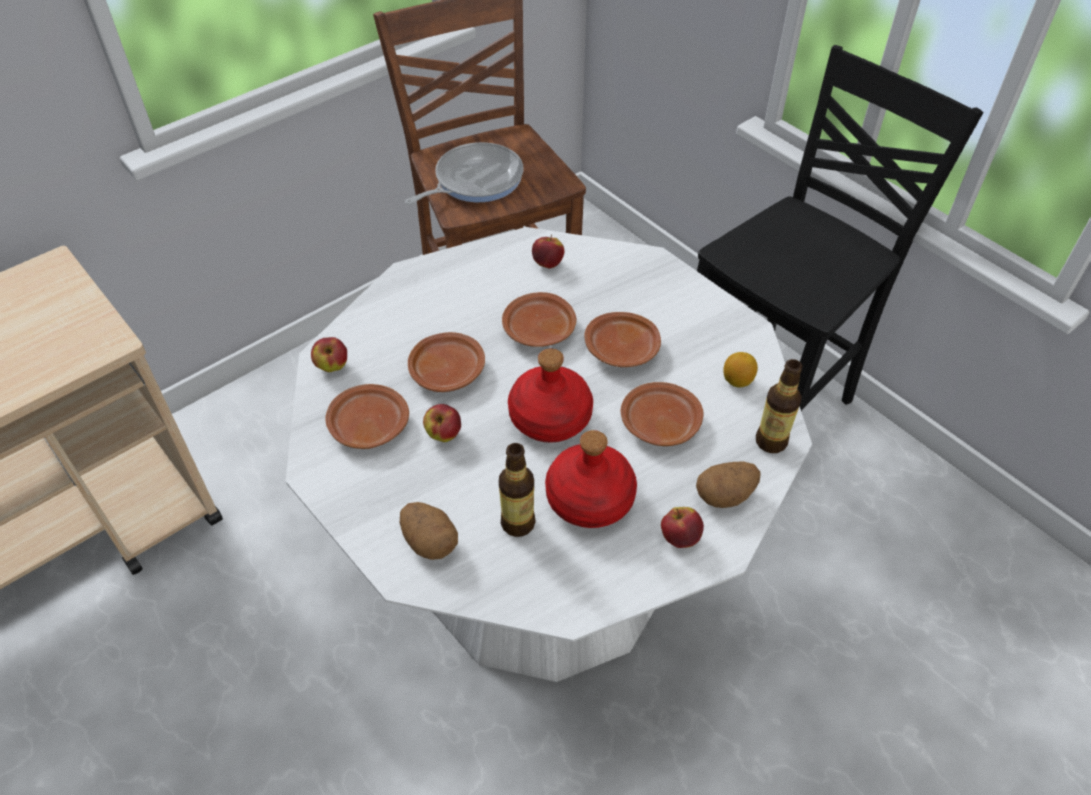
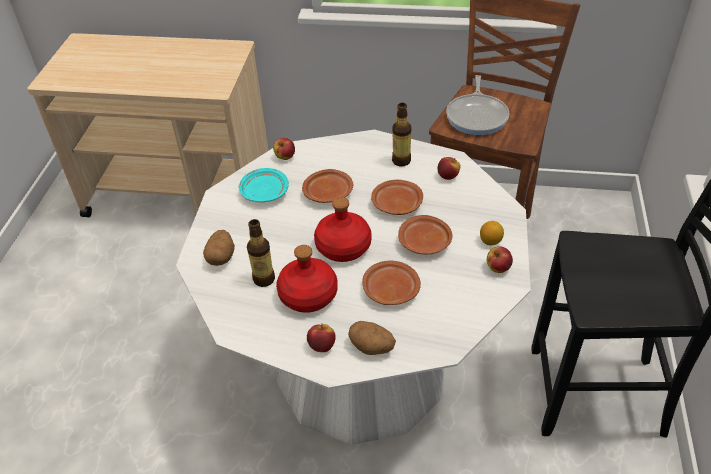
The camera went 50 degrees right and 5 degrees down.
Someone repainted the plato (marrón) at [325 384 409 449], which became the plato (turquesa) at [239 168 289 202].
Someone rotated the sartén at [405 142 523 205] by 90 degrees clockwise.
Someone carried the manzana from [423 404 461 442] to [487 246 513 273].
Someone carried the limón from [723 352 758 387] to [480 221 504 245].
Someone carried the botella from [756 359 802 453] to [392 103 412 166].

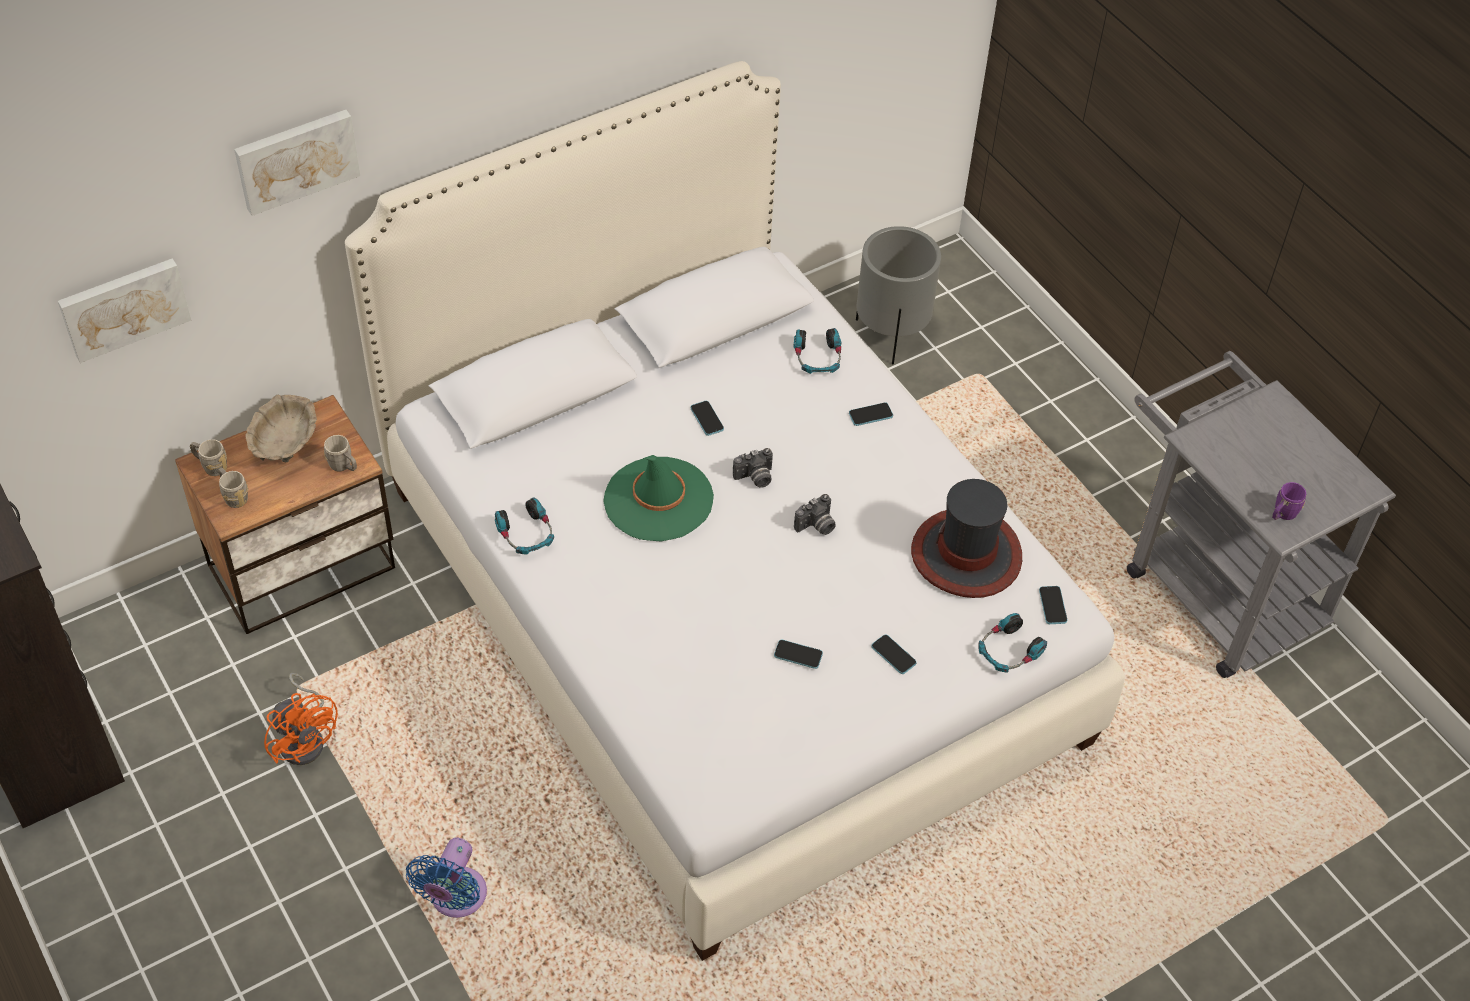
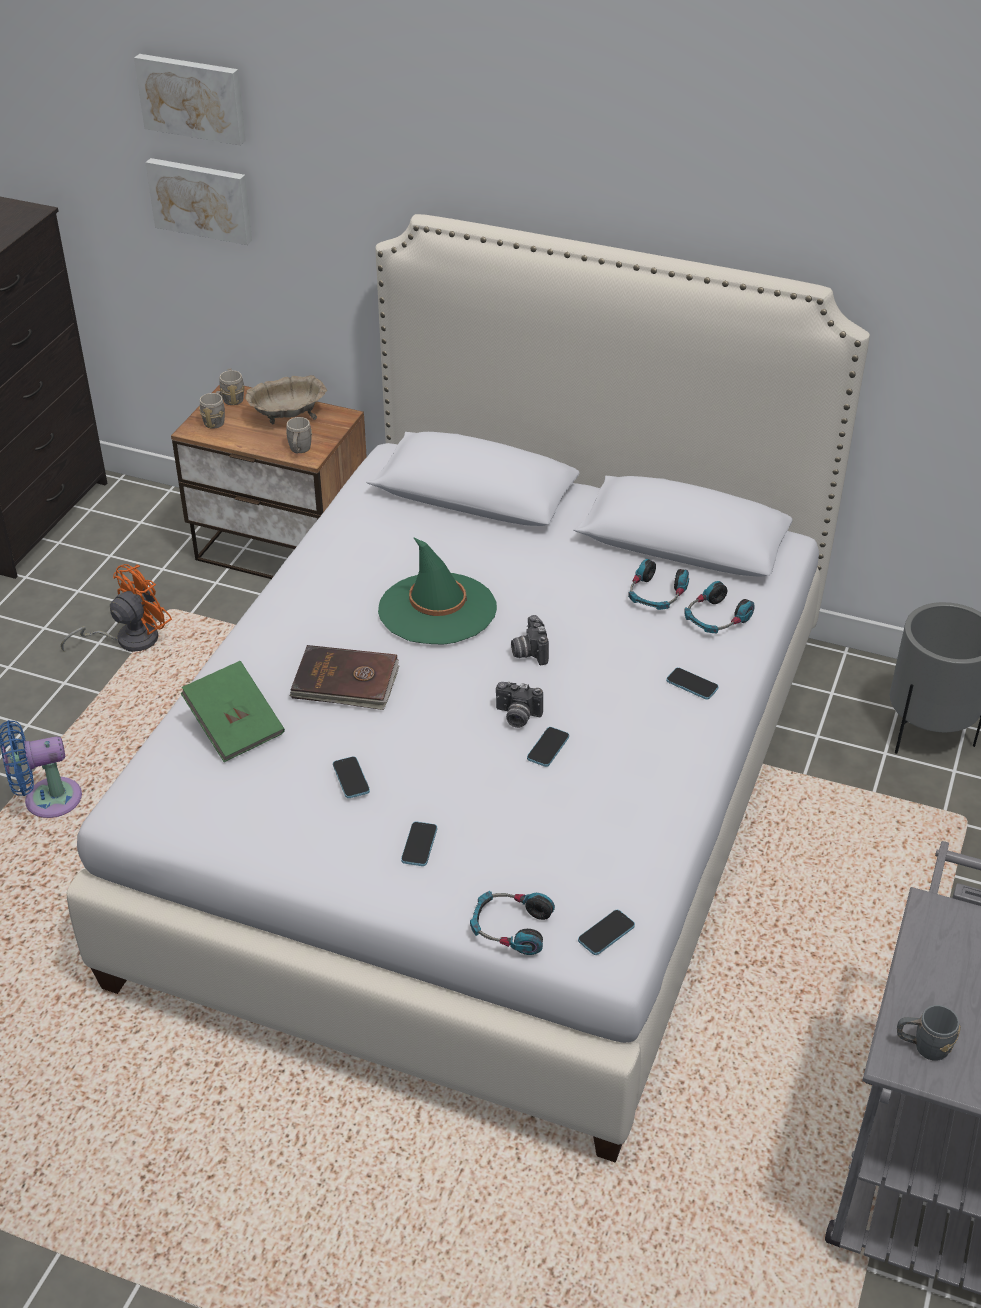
The camera went 55 degrees right and 10 degrees down.
Someone carried the cuadro from [234 110 360 216] to [134 54 246 146].
Someone rotated the ventilador (naranja) at [264 673 338 765] by 150 degrees counterclockwise.
Someone carried the auriculares from [495 497 554 555] to [628 559 689 610].
Someone carried the móvil from [691 401 724 436] to [527 727 569 767].
Someone rotated the cámara at [733 448 773 488] by 45 degrees clockwise.
Someone took away the sombrero at [911 479 1022 598].
Someone repainted the taza grande (morado) at [1272 482 1306 520], which became the taza grande (gris) at [897 1005 961 1061].
Someone put down the libro (verde) at [181 661 285 762].
Someone put down the libro (marrón) at [289 645 400 710].

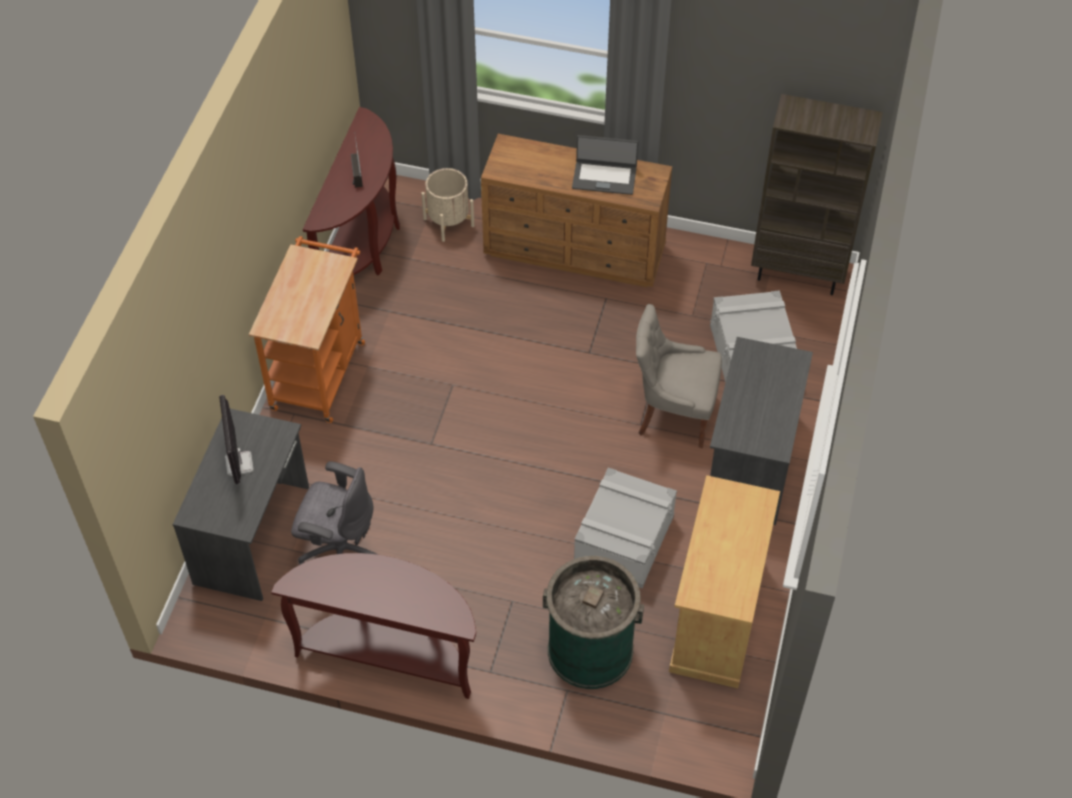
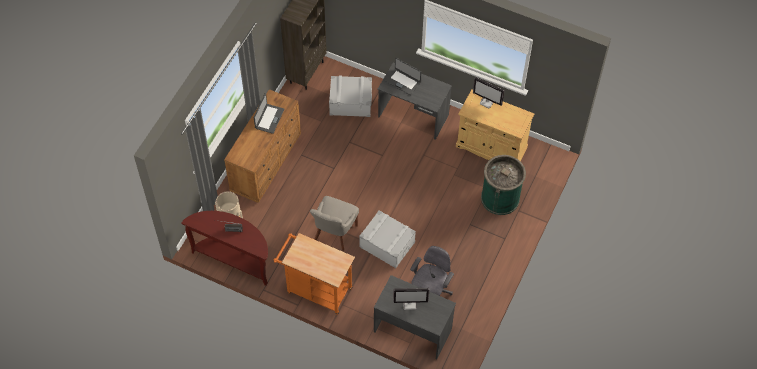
The camera went 80 degrees left and 5 degrees up.
Someone took away the mesa consola (marrón) at [271 553 476 699].
Someone carried the caja de almacenaje (gris) from [574 468 677 588] to [359 210 416 268].
Someone carried the silla (gris) from [636 304 722 448] to [310 196 359 251].
Someone put down the portátil at [385 58 421 95].
Someone put down the monitor at [473 77 505 108].

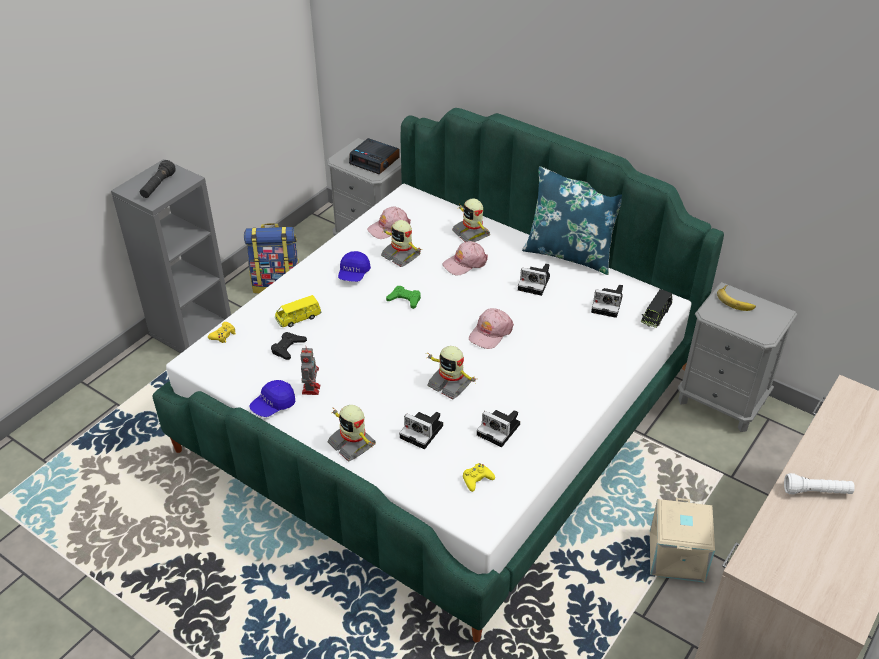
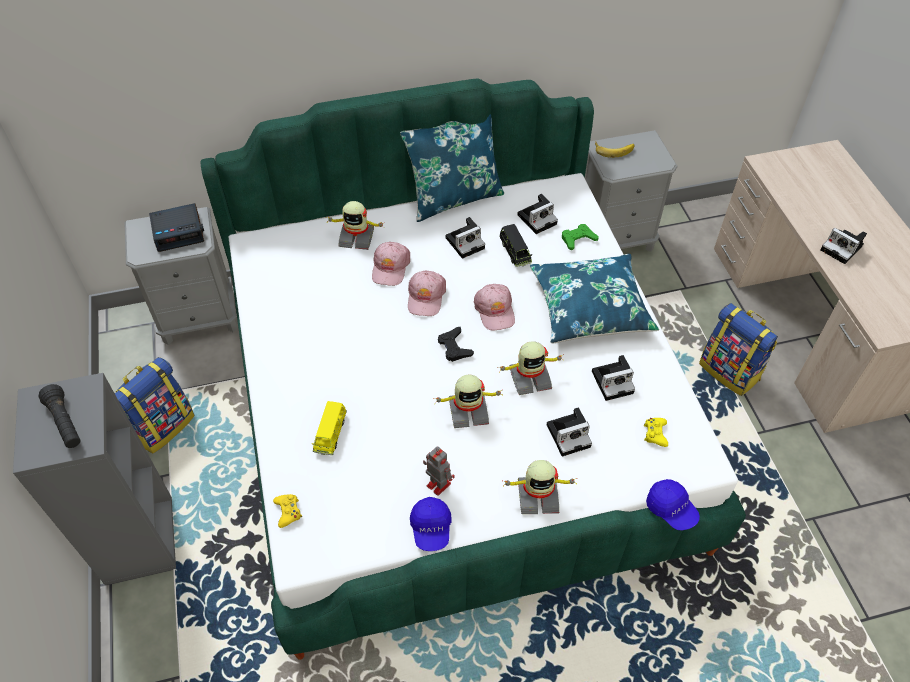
The camera went 50 degrees left and 10 degrees up.
Someone carried the mando de consola (negro) from [271 332 307 360] to [438 327 474 362].
Someone carried the gorra (azul) from [338 251 371 282] to [646 479 700 530].
Someone carried the gorra (rosa) from [367 206 411 239] to [408 271 446 316].
Someone carried the robot de juguete from [381 220 423 267] to [433 374 503 428].
Someone carried the mando de consola (verde) from [386 286 421 309] to [562 224 599 250].
Someone carried the coche de juguete (negro) from [641 289 673 328] to [499 224 532 267].
Someone swapped the caja de almacenaje (beis) at [650 498 715 583] for the mochila at [699 303 778 396].
Someone swapped the linterna (blanco) at [784 473 855 494] for the cámara at [820 228 867 264].
Someone put down the cojín (azul) at [530 254 659 343].

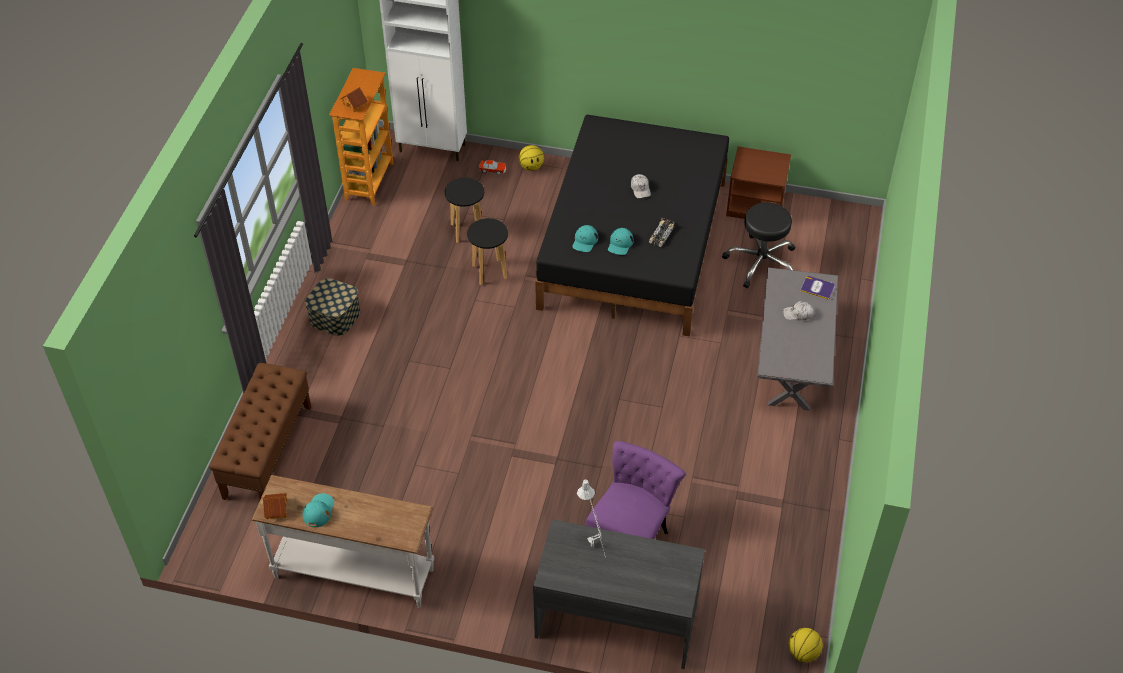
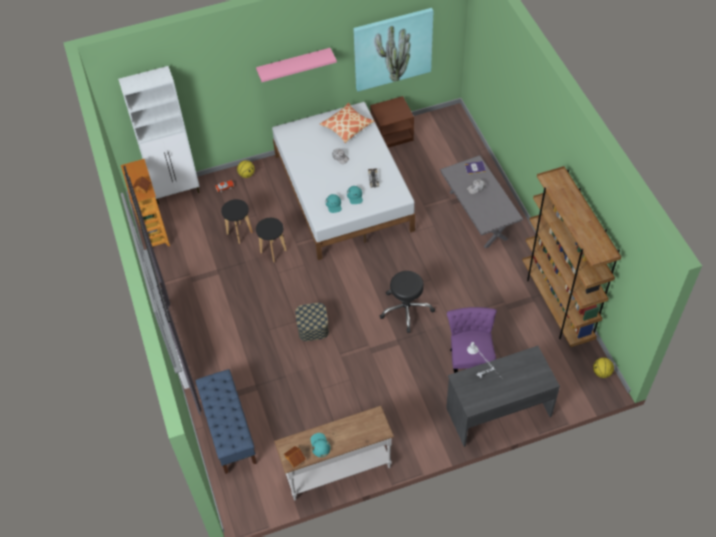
The camera went 30 degrees left and 5 degrees up.
Someone repainted the banco (marrón) at [209 363 312 500], which became the banco (azul) at [195 369 257 474].
Someone carried the caja de almacenaje from [305 278 360 336] to [295 303 329 341].
Someone repainted the cama (negro) at [535 115 729 337], which became the cama (blanco) at [272 102 415 260].
Someone carried the taburete (negro) from [722 202 795 288] to [380 271 435 333].
Someone put up the estante (rosa) at [256 48 337 82].
Someone put down the cojín at [320 103 375 143].
Someone put up the cuadro at [353 8 433 92].
Someone put down the estantería (marrón) at [522 166 621 347].

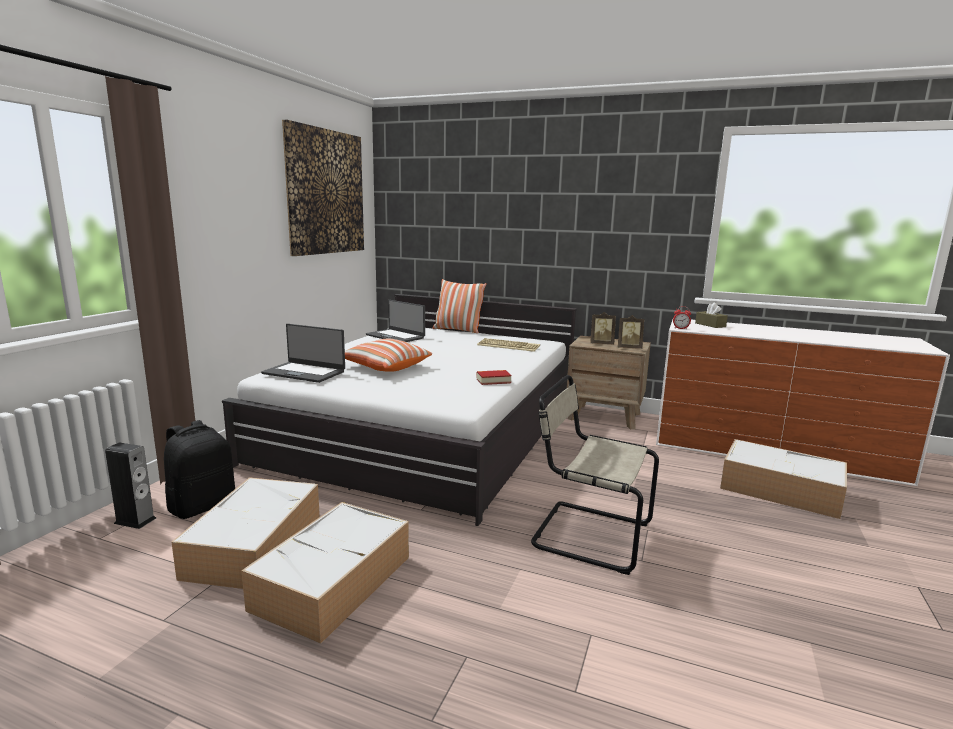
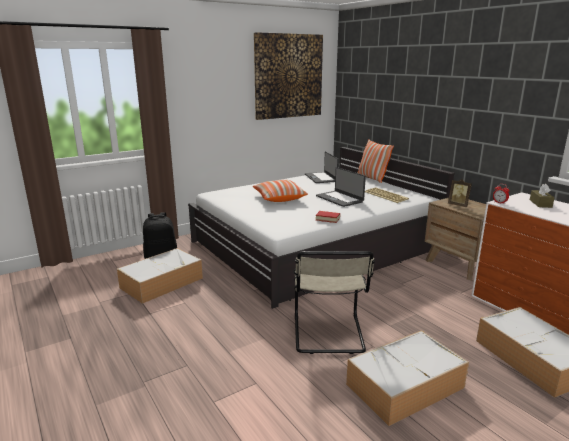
The camera went 35 degrees right and 5 degrees up.
Someone took away the altavoz at [105 443 156 529].
Someone carried the caja de almacenaje from [241 502 409 644] to [346 330 469 426].
Someone carried the portátil from [261 324 345 383] to [316 167 366 207].
Someone rotated the silla (beis) at [531 375 659 575] by 150 degrees counterclockwise.
Someone took away the portarretratos at [618 315 644 349].

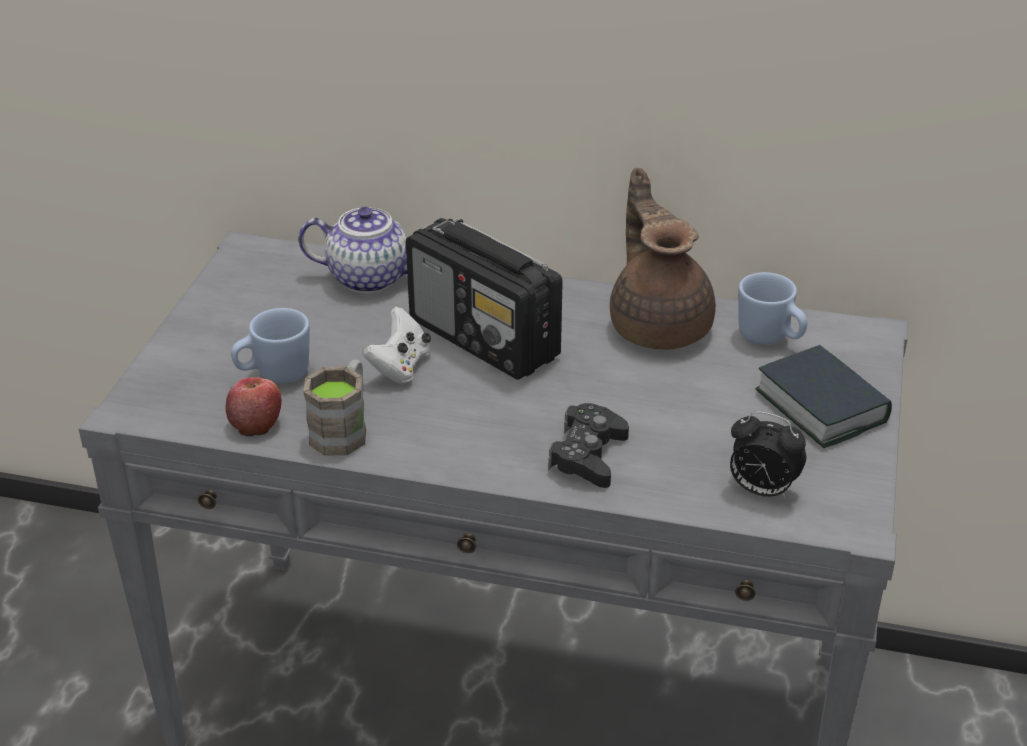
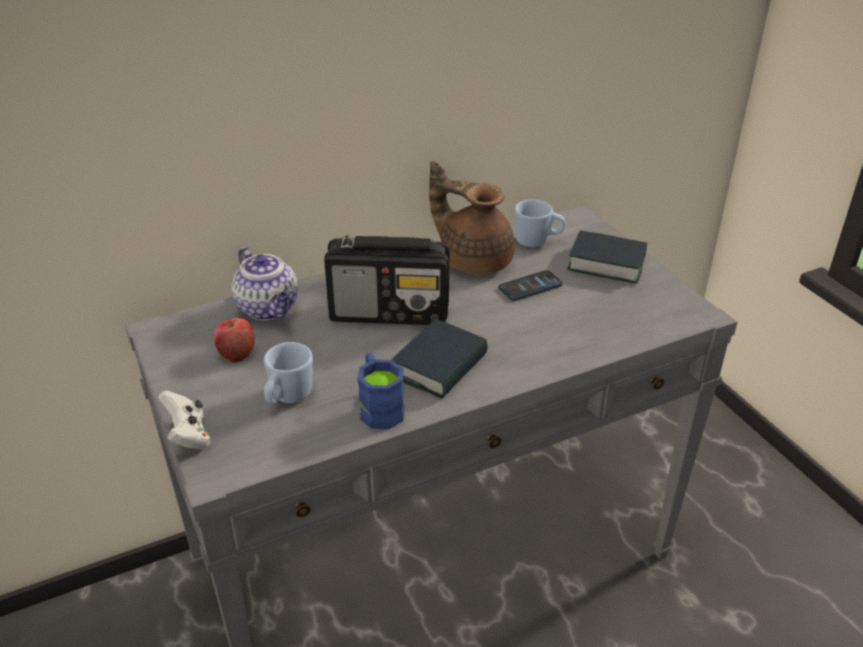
The camera went 40 degrees left and 0 degrees up.
Someone carried the manzana from [226 378 282 437] to [214 318 255 362].
Someone rotated the tetera at [298 207 426 293] by 90 degrees clockwise.
Someone repainted the taza grande (marrón) at [303 359 366 456], which became the taza grande (azul) at [357 353 405 429].
Someone carried the mando de consola (blanco) from [362 307 431 384] to [159 391 210 449].
Someone took away the mando de consola (negro) at [548 403 629 488].
Someone took away the despertador at [730 411 806 500].
Someone put down the libro at [392 319 488 399].
Someone put down the móvil at [499 270 562 301].

